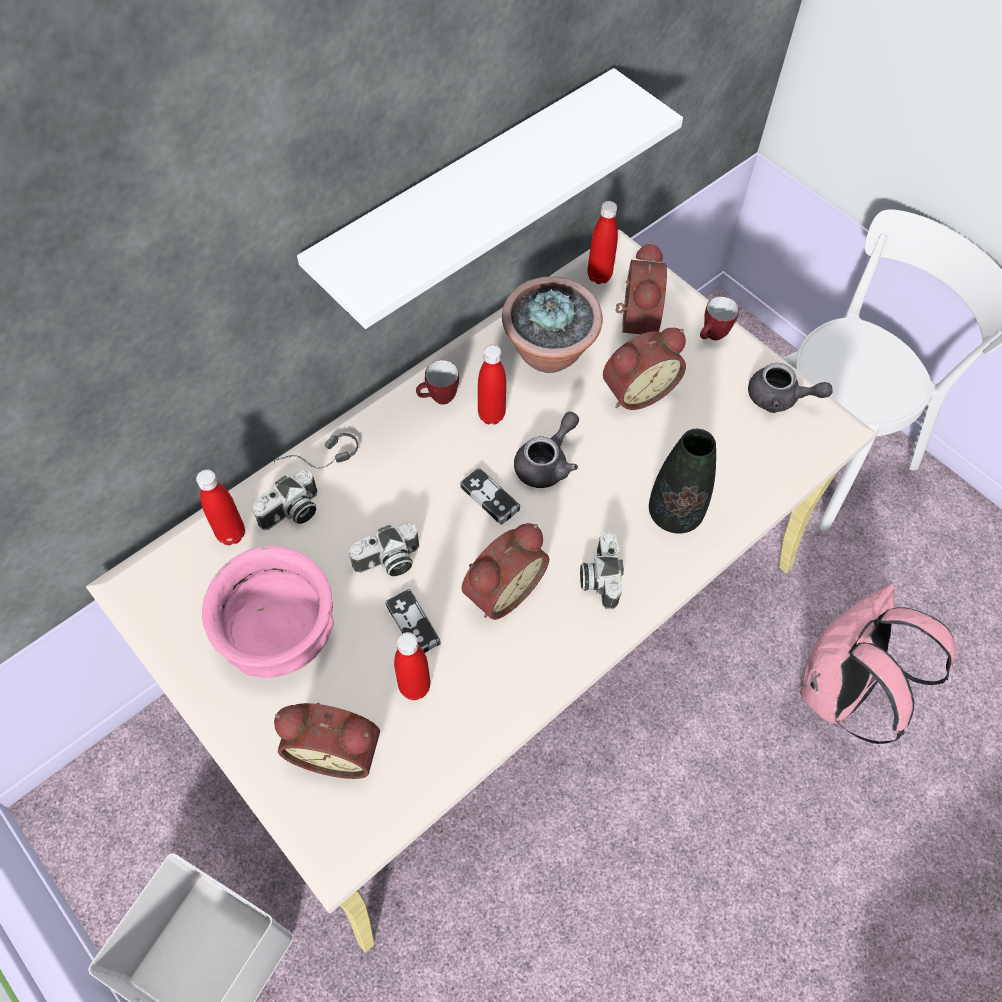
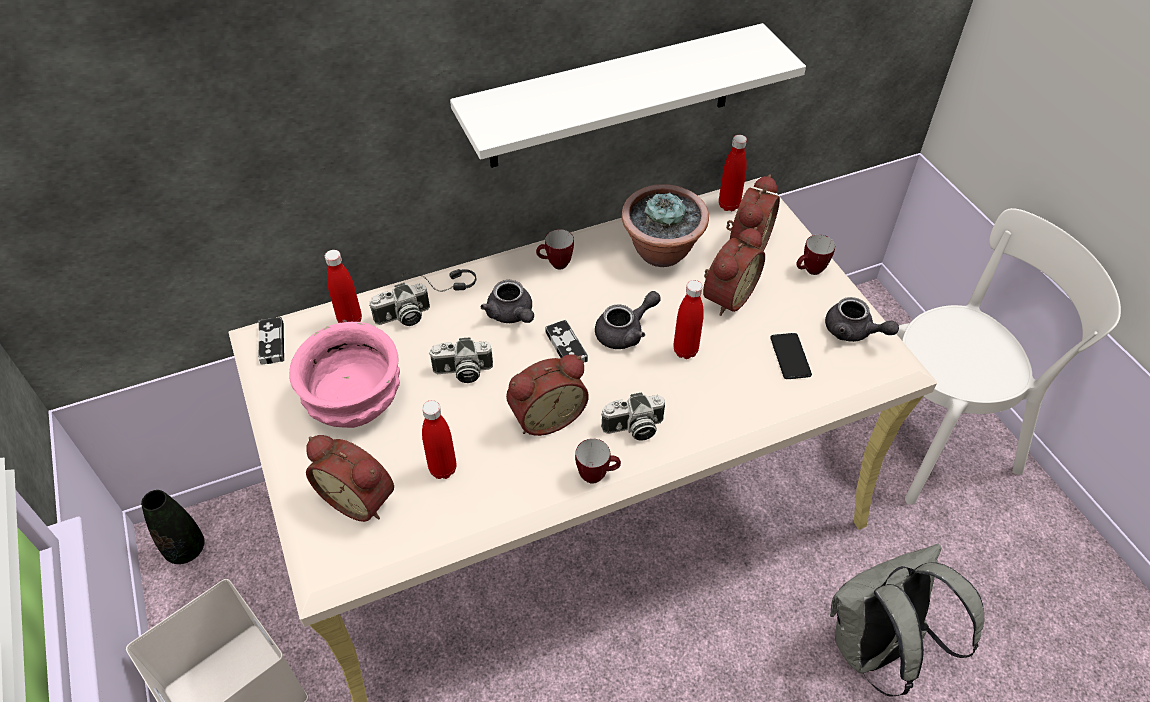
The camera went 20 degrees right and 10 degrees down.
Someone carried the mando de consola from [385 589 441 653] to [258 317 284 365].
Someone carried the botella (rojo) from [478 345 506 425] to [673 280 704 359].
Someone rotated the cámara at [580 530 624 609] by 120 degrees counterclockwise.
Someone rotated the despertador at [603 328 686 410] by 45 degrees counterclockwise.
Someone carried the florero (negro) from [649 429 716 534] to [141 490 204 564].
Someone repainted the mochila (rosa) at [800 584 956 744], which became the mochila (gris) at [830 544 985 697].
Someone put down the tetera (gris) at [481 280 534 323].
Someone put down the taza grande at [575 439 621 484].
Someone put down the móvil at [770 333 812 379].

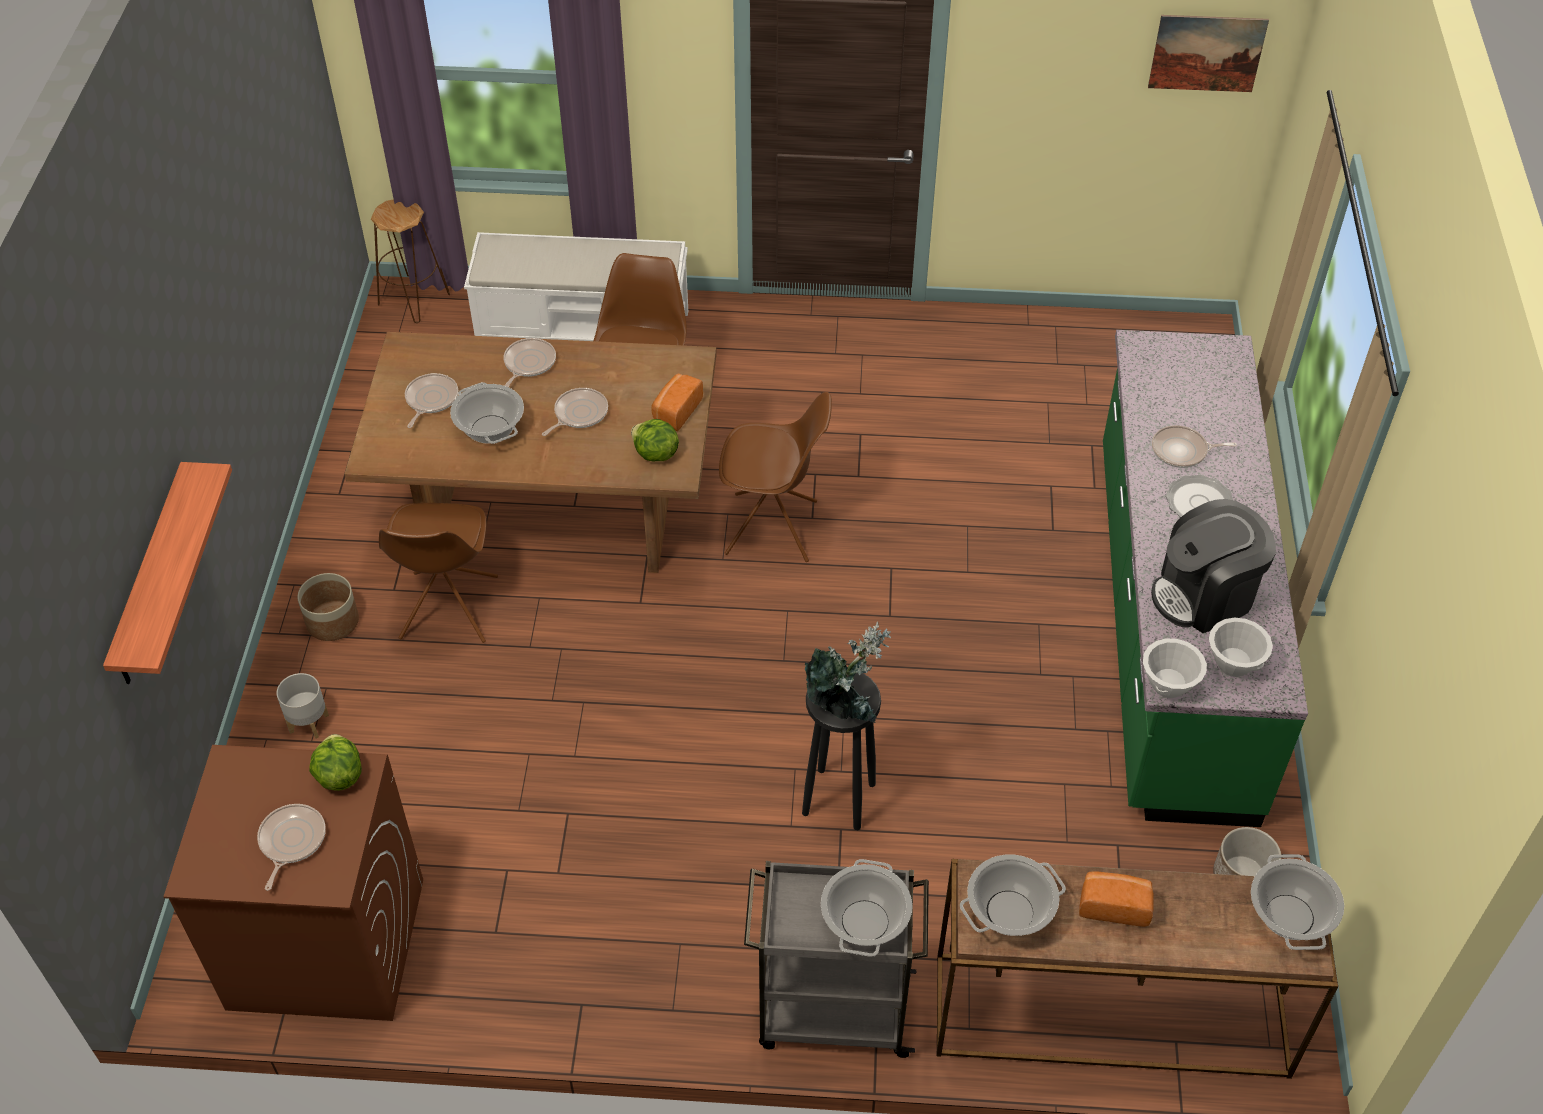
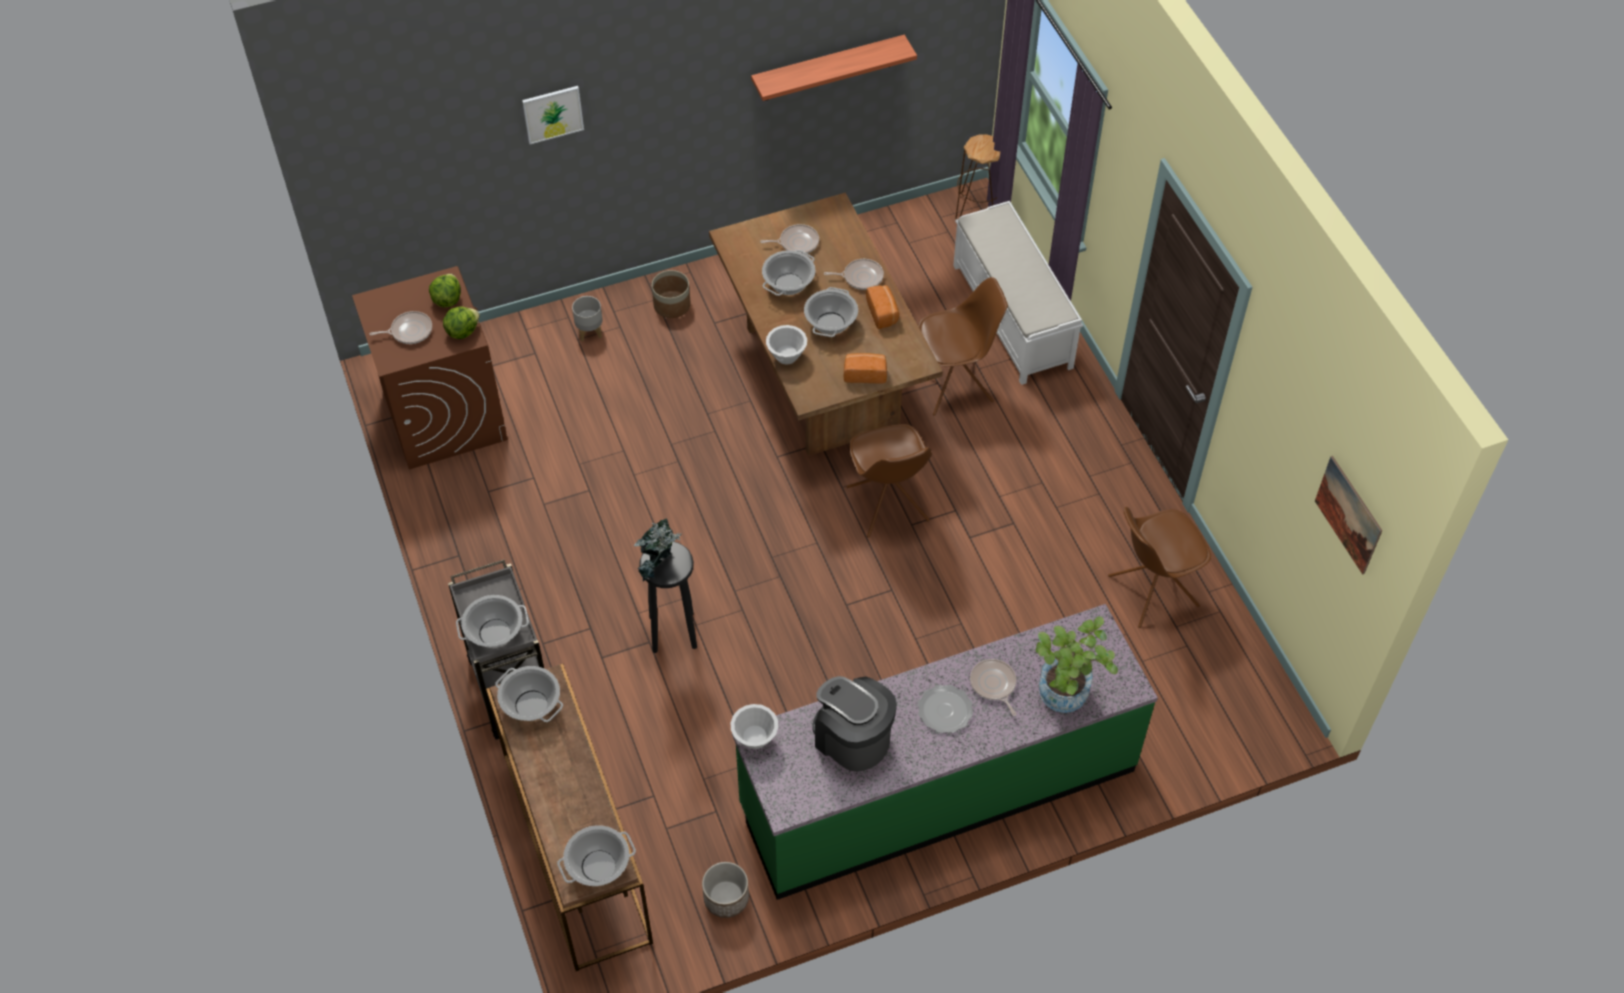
The camera went 65 degrees right and 5 degrees up.
Someone carried the estante from [103 462 232 684] to [751 35 917 101].
Someone carried the silla (marrón) from [379 503 498 643] to [1108 507 1211 628].
Someone swapped the sartén at [542 388 608 436] for the olla at [804 287 858 337].
Someone carried the lechuga from [631 419 679 461] to [429 274 461 307].
Someone carried the pan from [1079 871 1154 927] to [866 285 899 329].
Someone carried the cuenco (blanco) from [1209 618 1273 677] to [766 325 807 365].
Someone put up the cuadro at [522 86 584 144].
Someone put down the planta en maceta at [1036 616 1118 713].

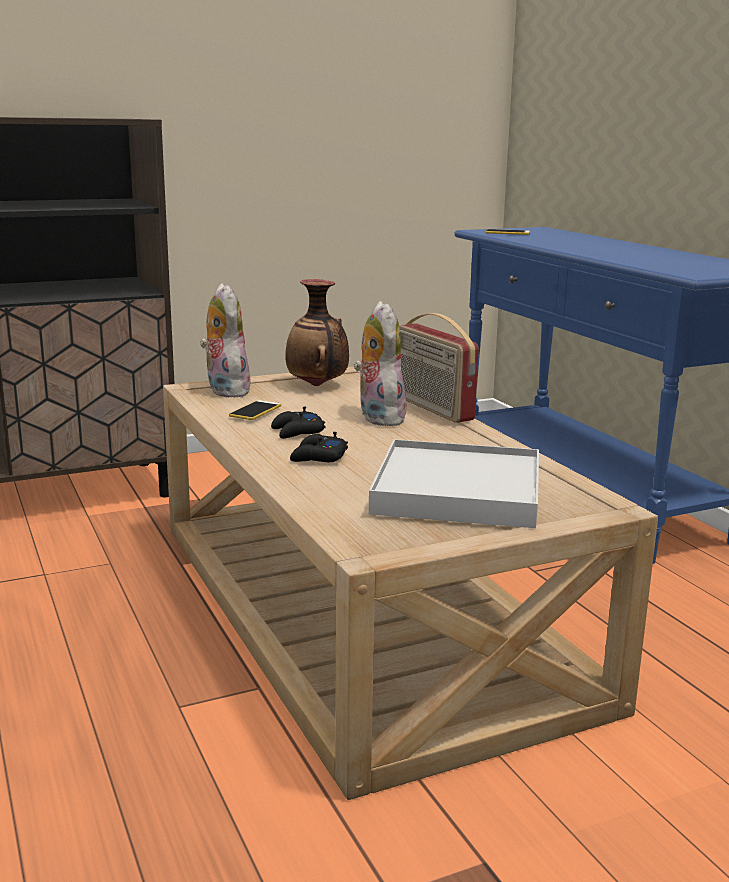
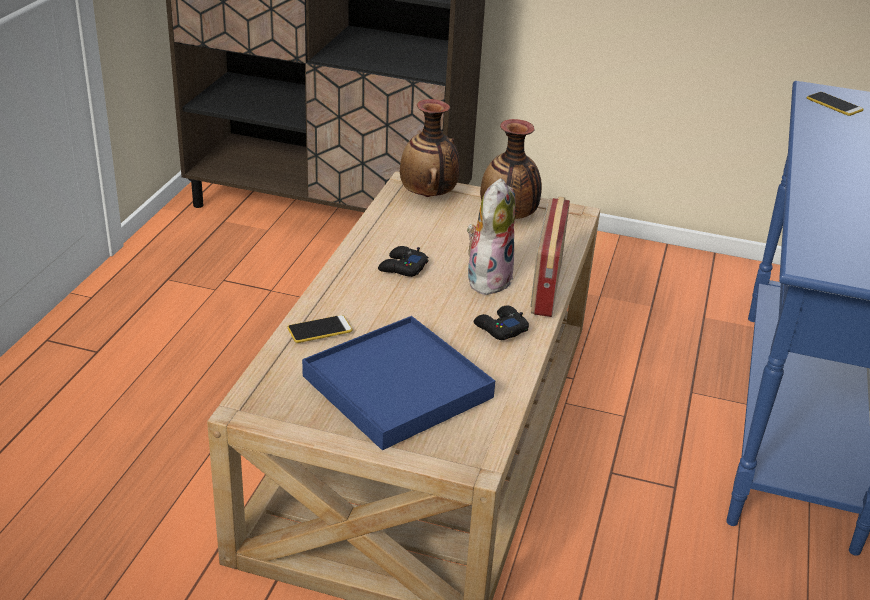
The camera went 40 degrees right and 15 degrees up.
Someone swapped the peluche at [200 284 250 397] for the florero at [400 99 460 197].
Someone carried the móvil from [229 400 281 420] to [287 315 352 343].
Someone carried the mando de consola (negro) from [290 432 348 462] to [474 306 529 340].
Someone repainted the bandeja (blanco) at [369 439 539 528], which became the bandeja (azul) at [302 316 495 450].

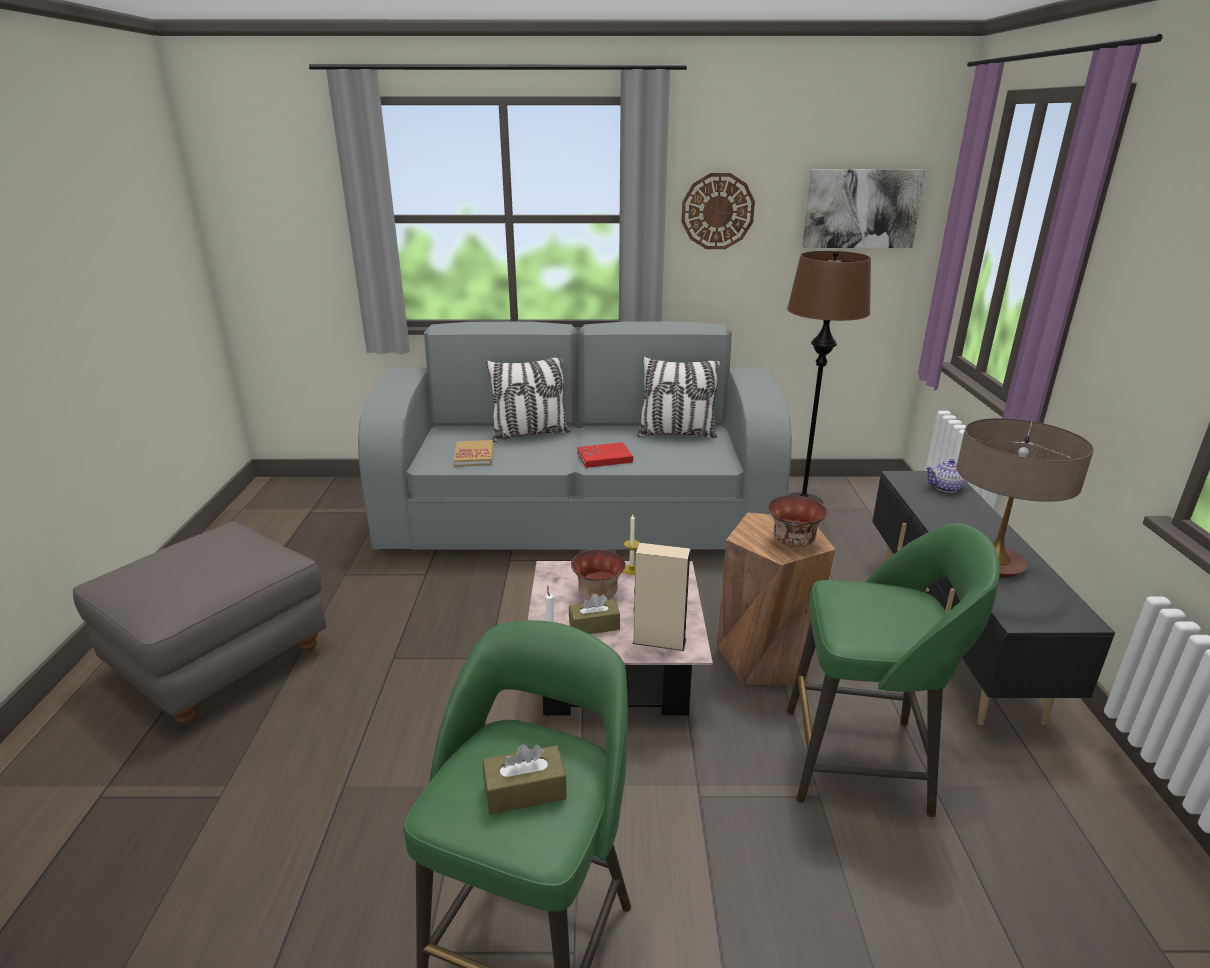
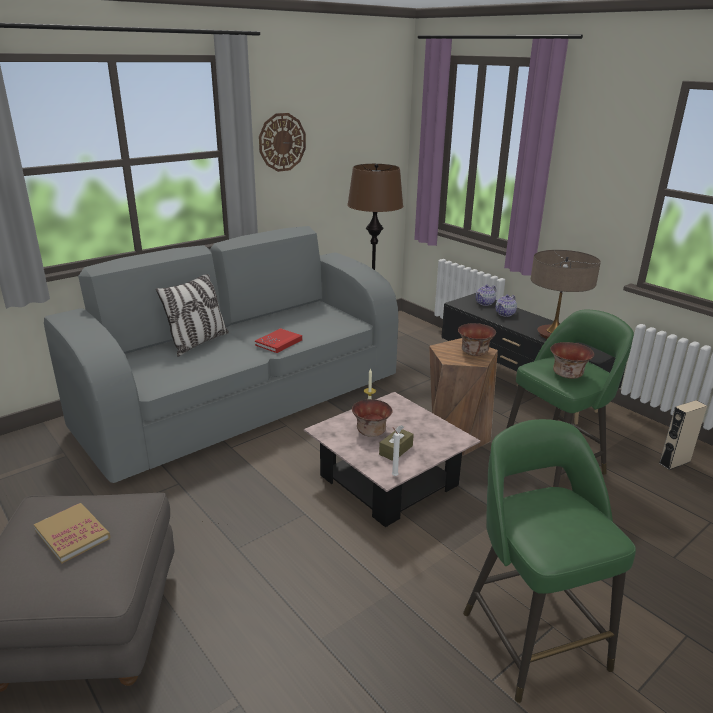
The camera went 40 degrees left and 0 degrees up.
Someone carried the libro from [454 440 493 467] to [34 503 111 563].
Someone took away the caja de pañuelos (marrón) at [483 744 567 815].
Someone carried the altavoz (beis) from [633 543 690 651] to [659 400 707 470].
Someone took away the cojín at [637 356 721 438].
Someone took away the cuadro at [802 169 926 248].
Someone put down the tetera at [495 295 517 317].
Someone put down the cuenco at [550 342 594 379].

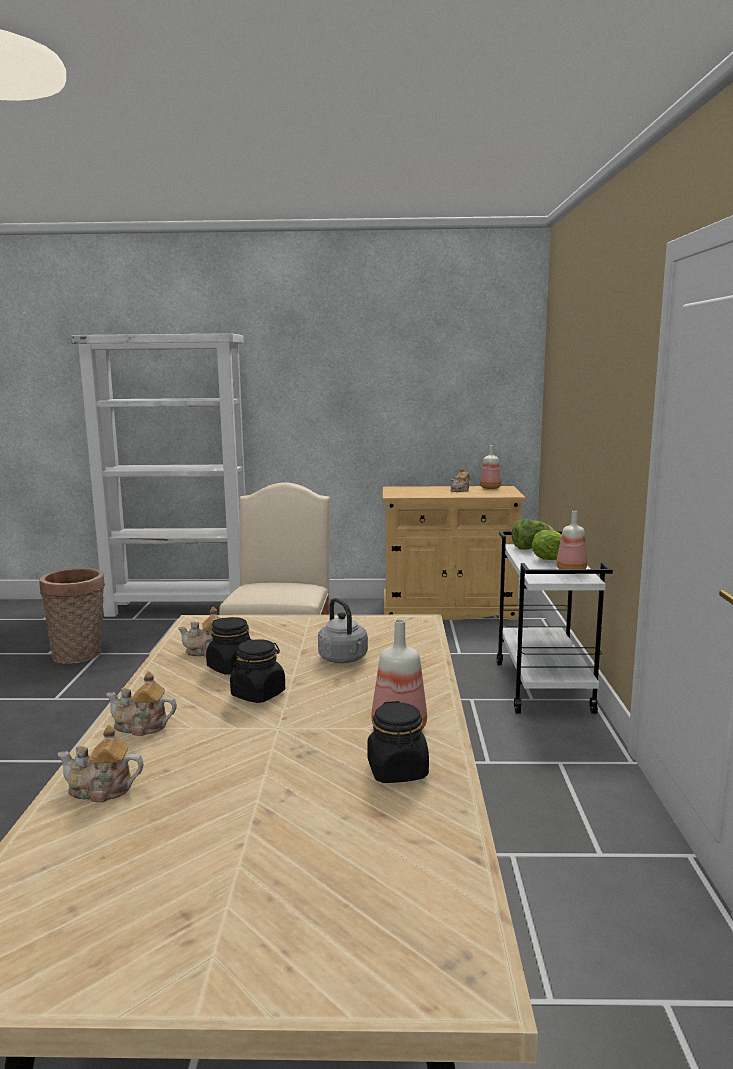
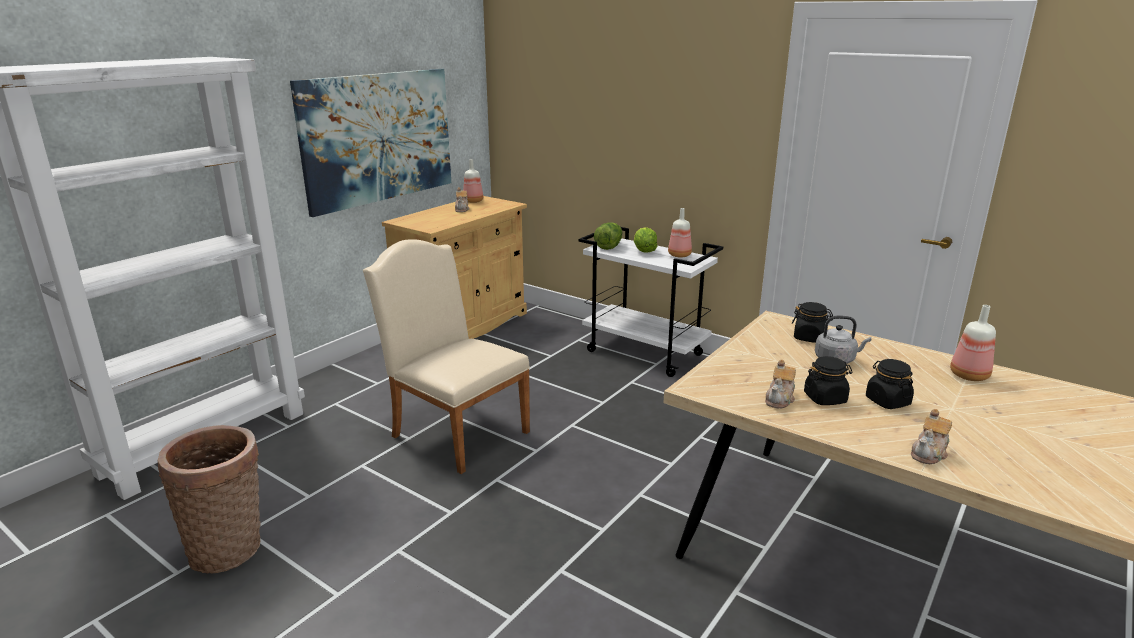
The camera went 55 degrees left and 10 degrees up.
Someone took away the tetera at [58 725 144 803].
Someone carried the tarro (negro) from [367 701 429 783] to [792 302 833 343].
Someone put up the cuadro at [290 69 451 217].

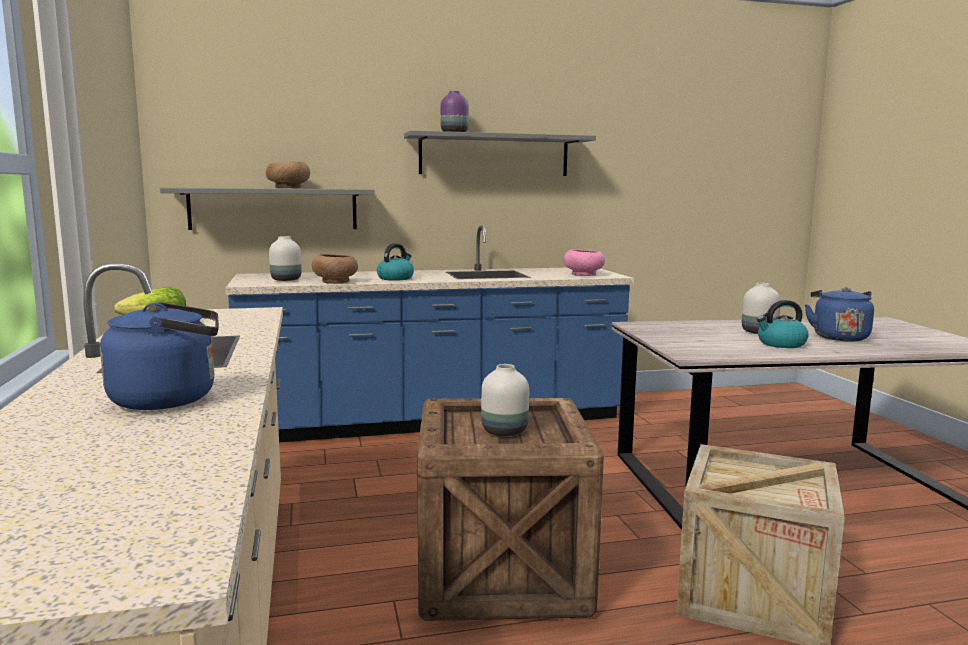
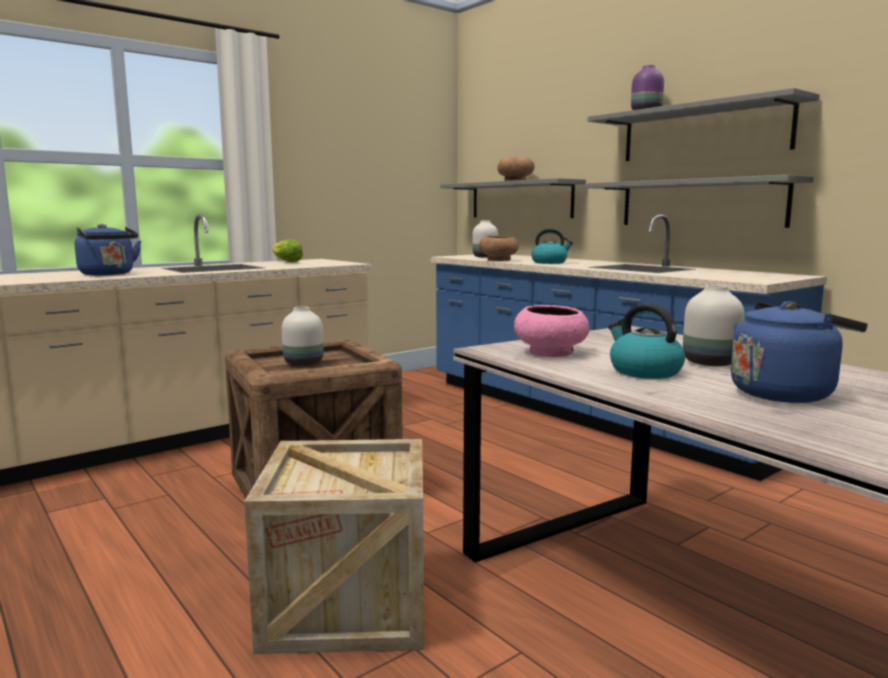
The camera went 65 degrees right and 0 degrees up.
Someone carried the cuenco (rosa) from [564 249 605 276] to [514 305 590 357].
Someone put up the estante (gris) at [587 175 814 228].

